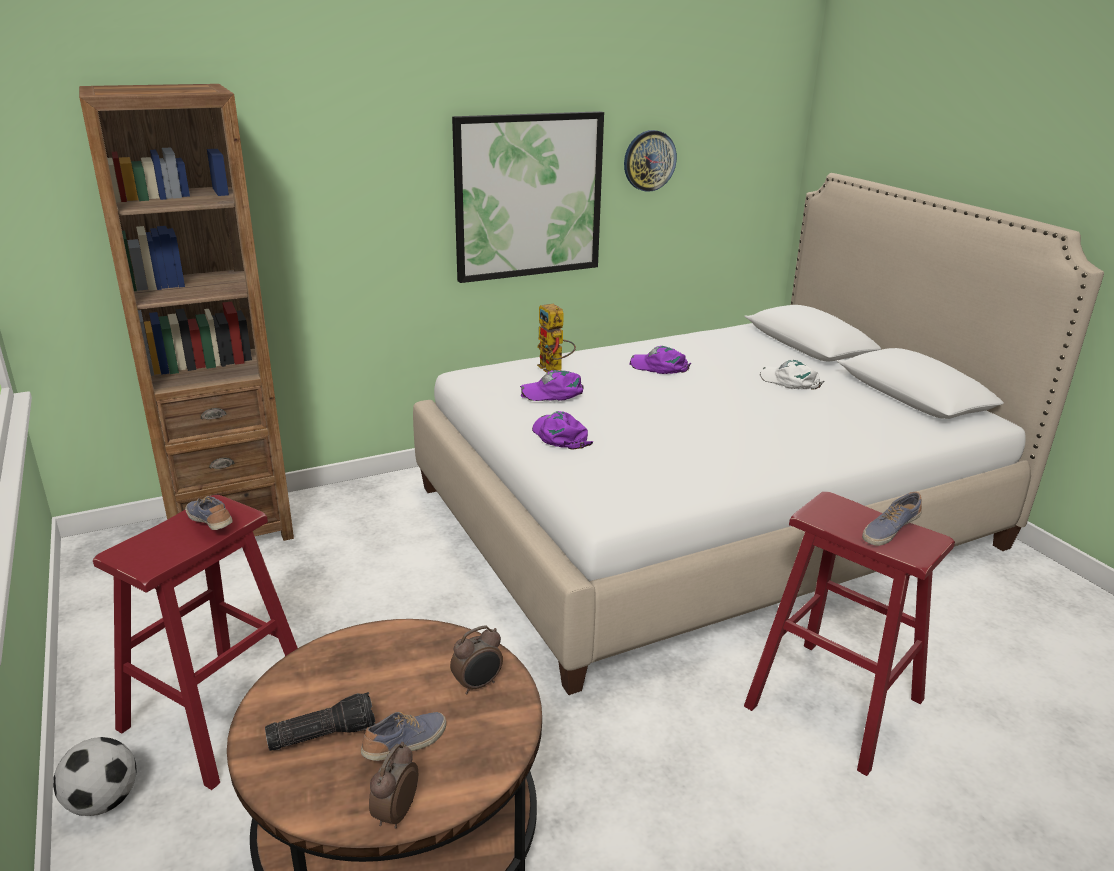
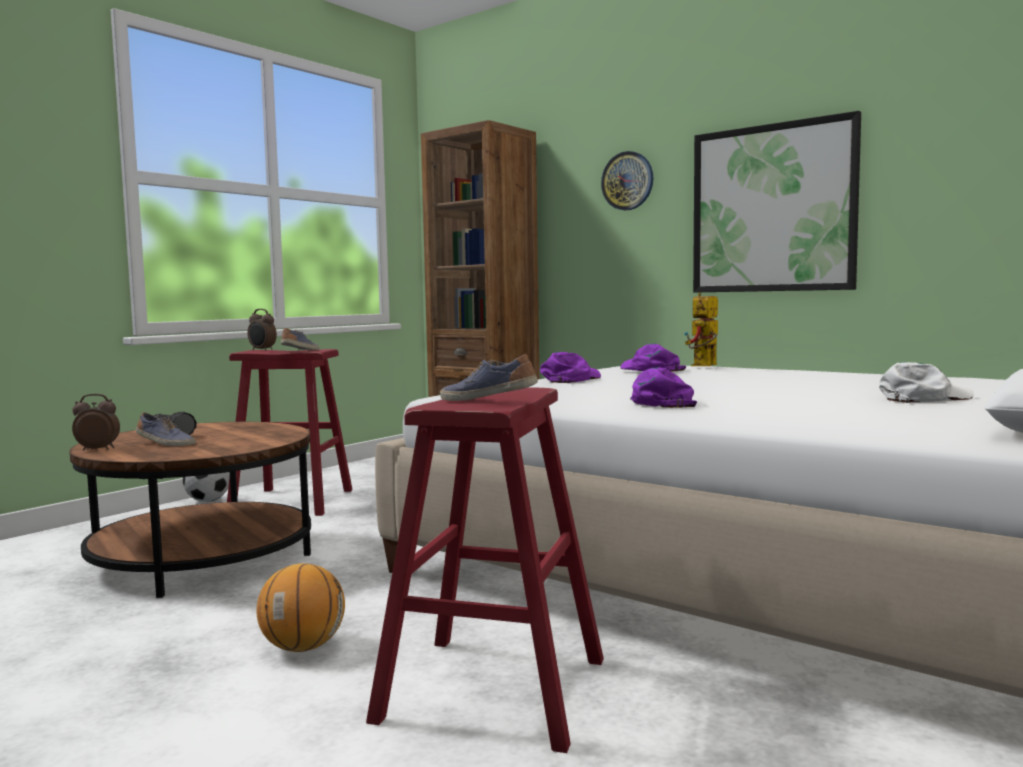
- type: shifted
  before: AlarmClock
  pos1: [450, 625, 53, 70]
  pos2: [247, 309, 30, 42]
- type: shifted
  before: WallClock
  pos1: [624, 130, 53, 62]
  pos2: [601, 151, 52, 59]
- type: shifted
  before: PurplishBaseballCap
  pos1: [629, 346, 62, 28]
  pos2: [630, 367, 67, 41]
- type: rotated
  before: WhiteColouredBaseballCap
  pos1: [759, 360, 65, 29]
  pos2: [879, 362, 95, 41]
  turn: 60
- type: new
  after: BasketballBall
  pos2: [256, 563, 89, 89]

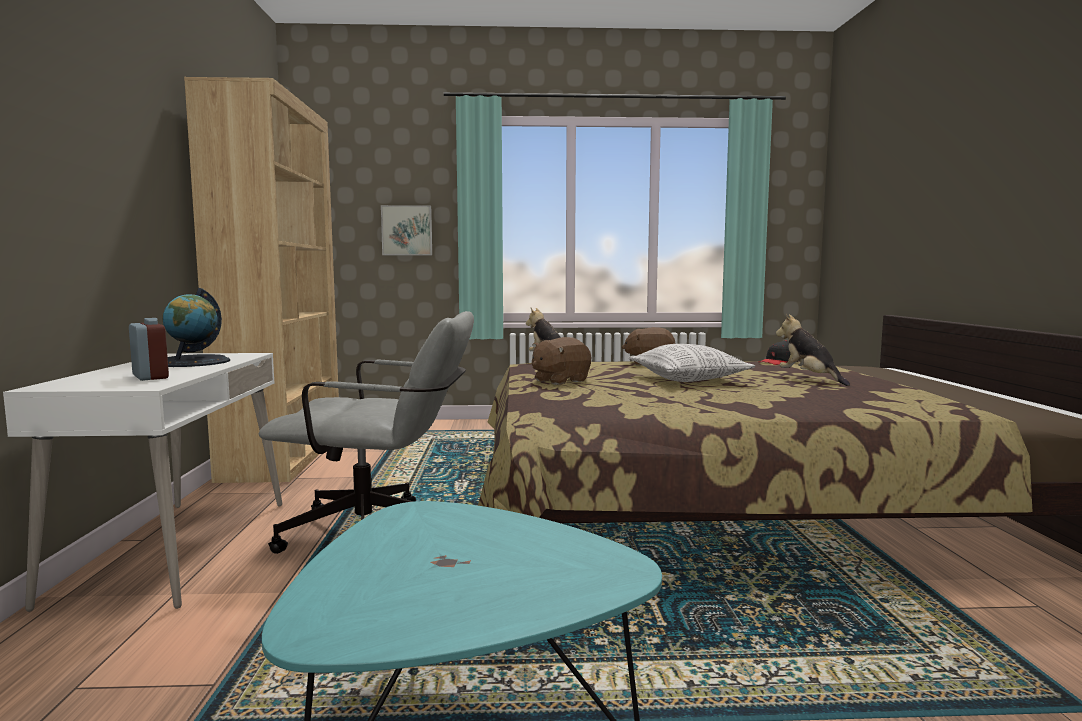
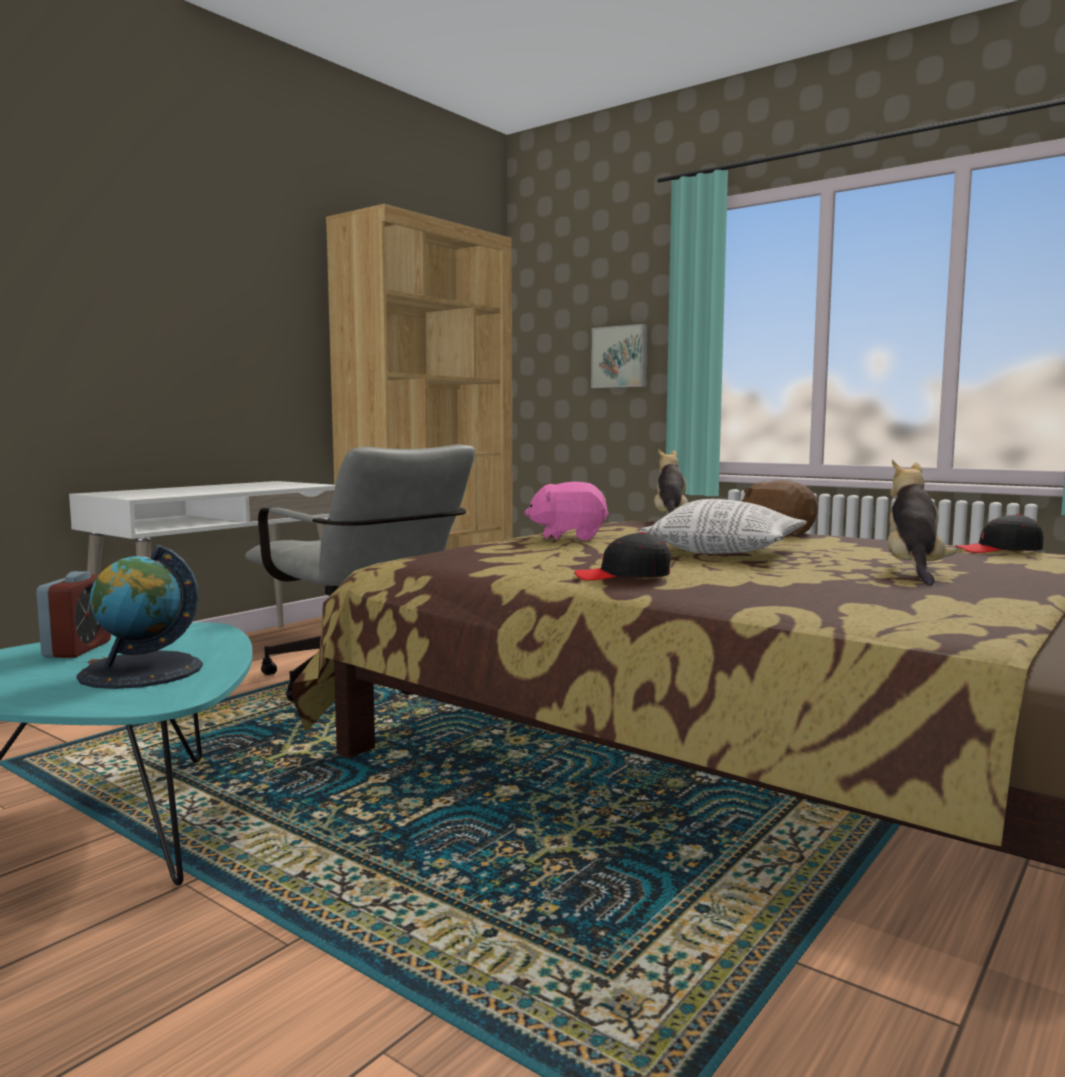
- type: shifted
  before: AlarmClock
  pos1: [129, 318, 40, 63]
  pos2: [36, 571, 75, 87]
- type: shifted
  before: Globe
  pos1: [163, 288, 67, 79]
  pos2: [77, 545, 126, 144]
- type: repainted
  before: BrownPlushToy
  after: PinkPlushToy
  pos1: [532, 337, 59, 48]
  pos2: [525, 482, 84, 59]
- type: new
  after: BlackColouredBaseballCap
  pos2: [574, 532, 97, 49]

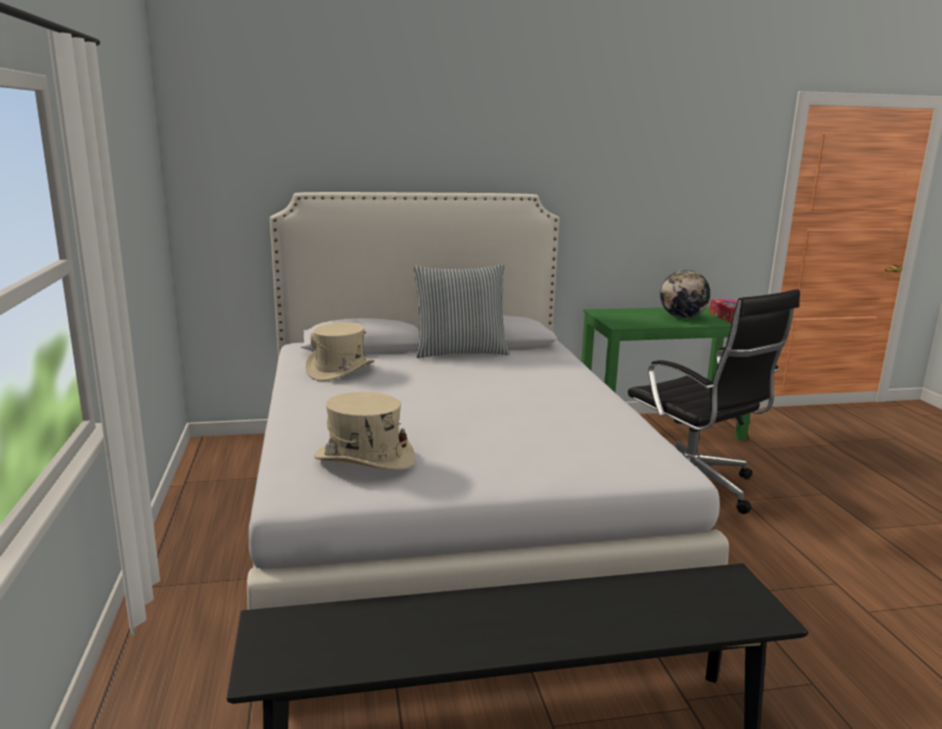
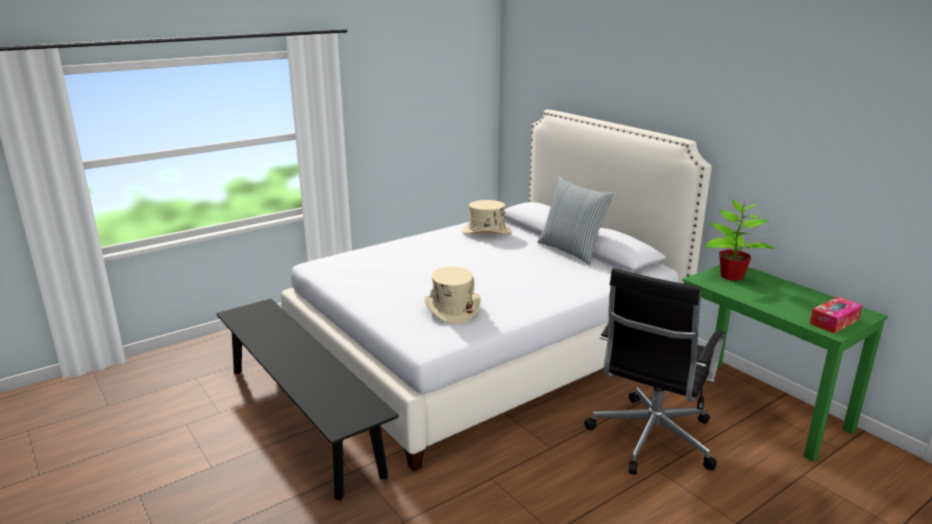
- type: shifted
  before: SandColouredHat
  pos1: [314, 392, 101, 78]
  pos2: [424, 266, 57, 58]
- type: gone
  before: Globe
  pos1: [660, 270, 50, 48]
- type: new
  after: PottedPlant
  pos2: [705, 200, 69, 81]

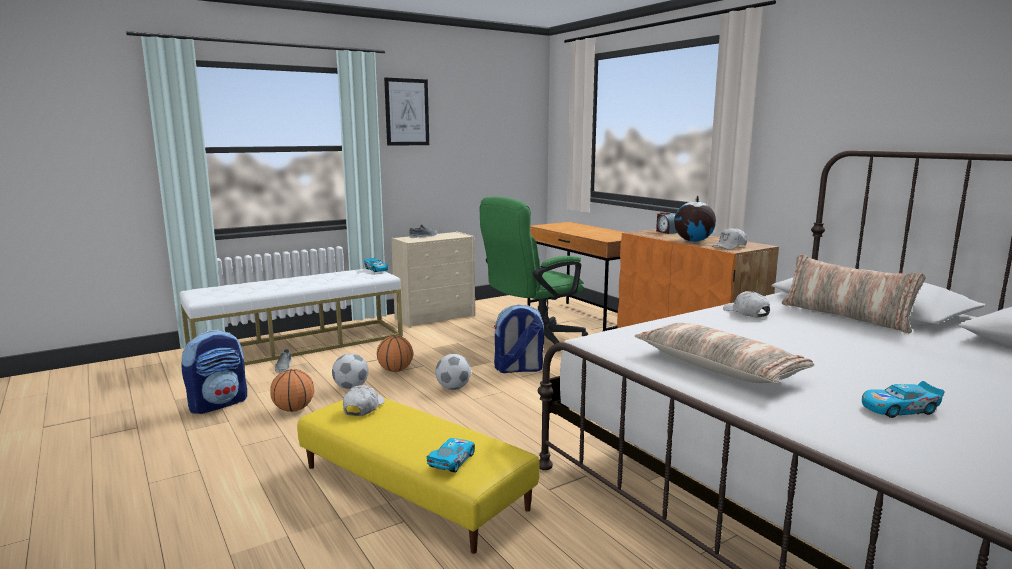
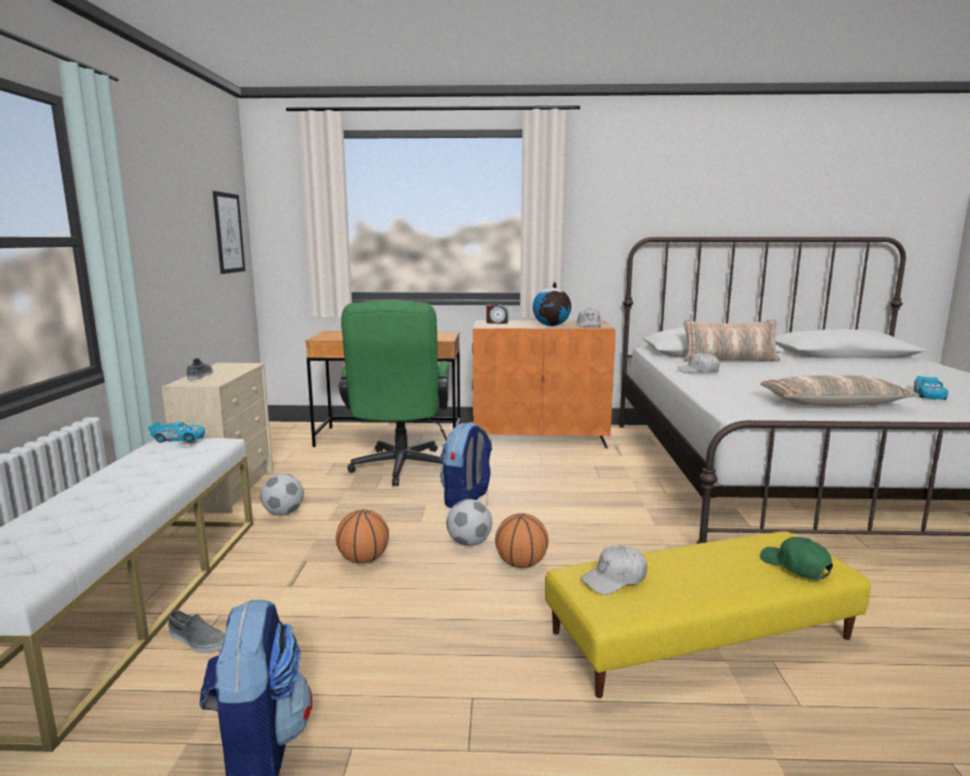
- type: shifted
  before: BasketballBall
  pos1: [270, 369, 44, 43]
  pos2: [495, 513, 54, 55]
- type: shifted
  before: BallForFootball
  pos1: [332, 353, 37, 36]
  pos2: [260, 474, 44, 42]
- type: rotated
  before: WhiteColouredBaseballCap
  pos1: [343, 385, 42, 31]
  pos2: [580, 545, 67, 50]
  turn: -75
- type: shifted
  before: Picture
  pos1: [384, 78, 45, 68]
  pos2: [213, 191, 32, 83]
- type: swapped
  before: ModelCar
  after: GreenishBaseballCap
  pos1: [426, 438, 49, 35]
  pos2: [760, 537, 73, 43]

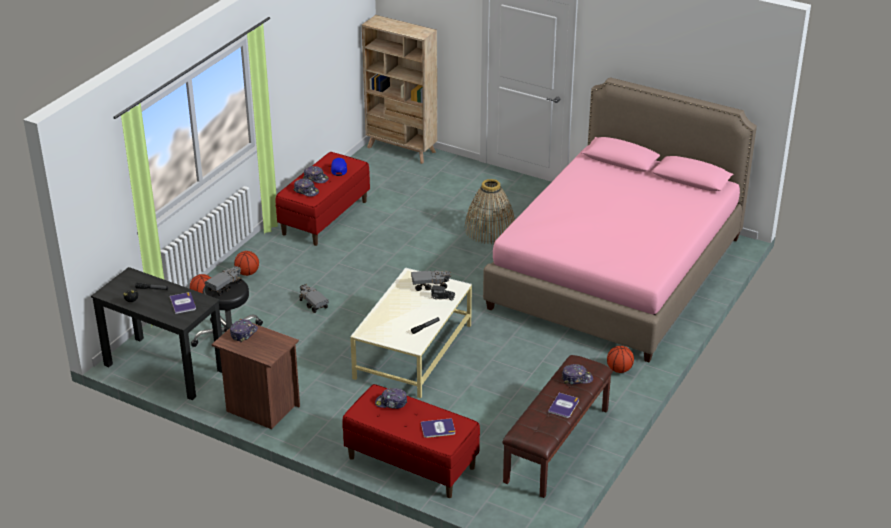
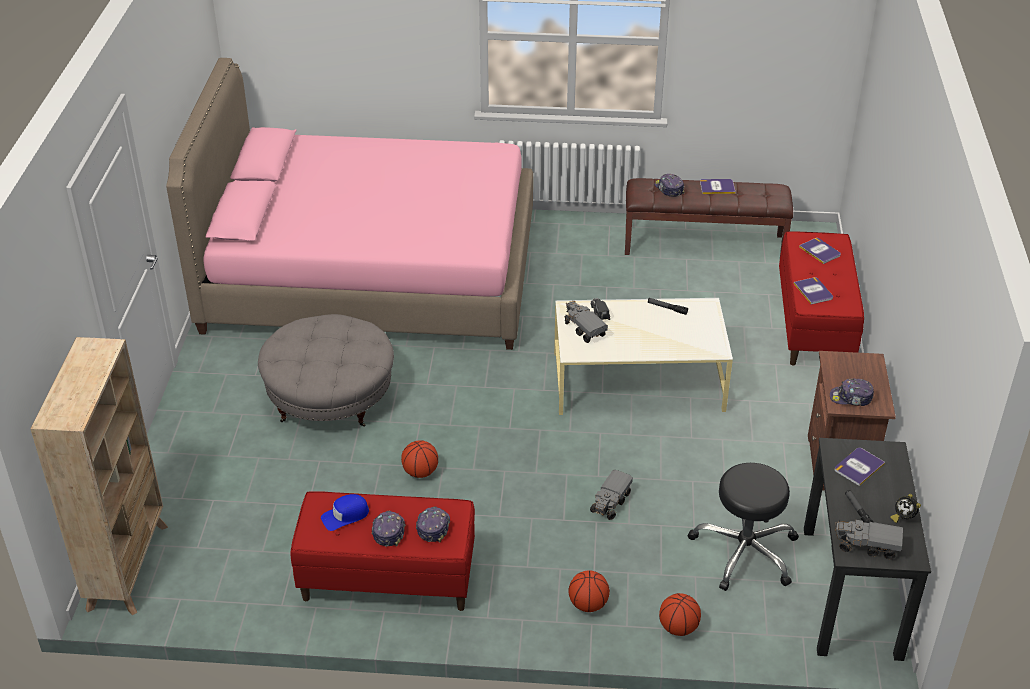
- type: shifted
  before: ToyTruck
  pos1: [205, 266, 37, 30]
  pos2: [835, 520, 68, 40]
- type: swapped
  before: BaseballCap
  after: Volume
  pos1: [375, 388, 32, 21]
  pos2: [794, 277, 39, 28]
- type: swapped
  before: StorageBasket
  after: GrayPouffe
  pos1: [465, 179, 50, 65]
  pos2: [258, 314, 136, 113]
- type: shifted
  before: BasketballBall
  pos1: [607, 346, 27, 27]
  pos2: [401, 440, 37, 38]

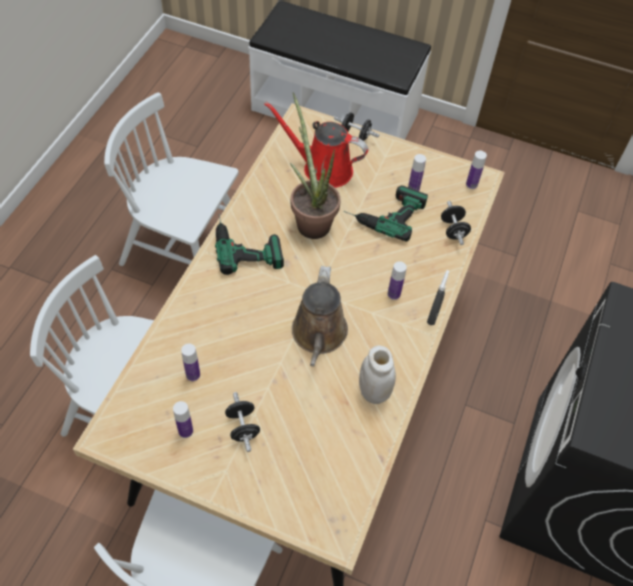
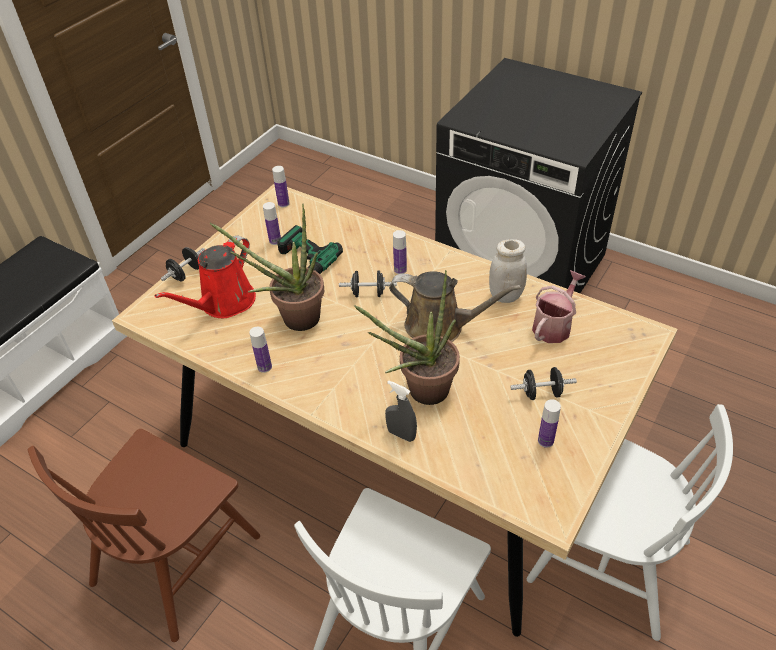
- type: repainted
  before: WhiteColouredPlainChair
  after: BrownPlainChair
  pos1: [104, 92, 135, 174]
  pos2: [28, 429, 232, 213]
- type: shifted
  before: DrinkBottle
  pos1: [181, 343, 19, 38]
  pos2: [249, 327, 23, 46]
- type: gone
  before: PowerDrill
  pos1: [215, 215, 69, 60]
- type: shifted
  before: GrayHandSprayer
  pos1: [427, 270, 22, 55]
  pos2: [385, 381, 32, 61]
- type: shifted
  before: BlackColouredFreeWeight
  pos1: [441, 201, 30, 44]
  pos2: [339, 270, 58, 27]
- type: new
  after: PottedPlant
  pos2: [354, 270, 106, 135]
- type: new
  after: WateringCan
  pos2: [532, 270, 54, 73]

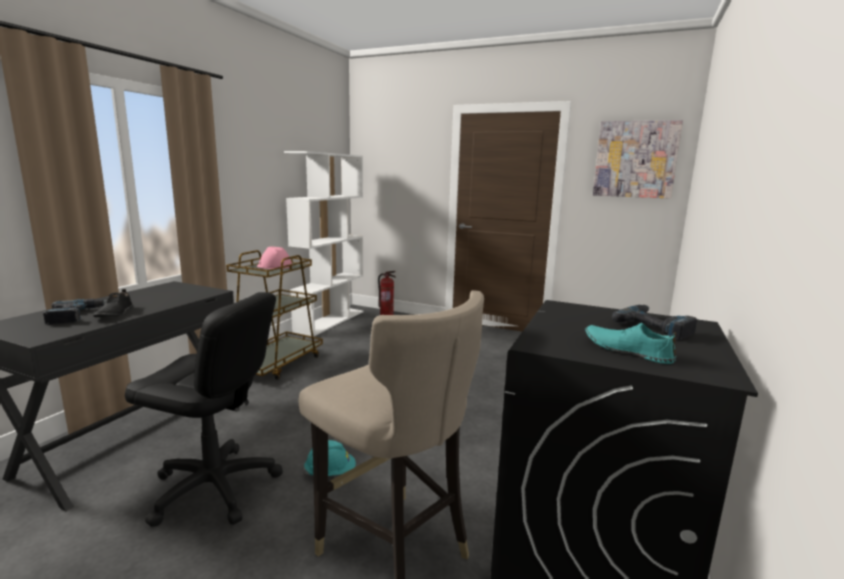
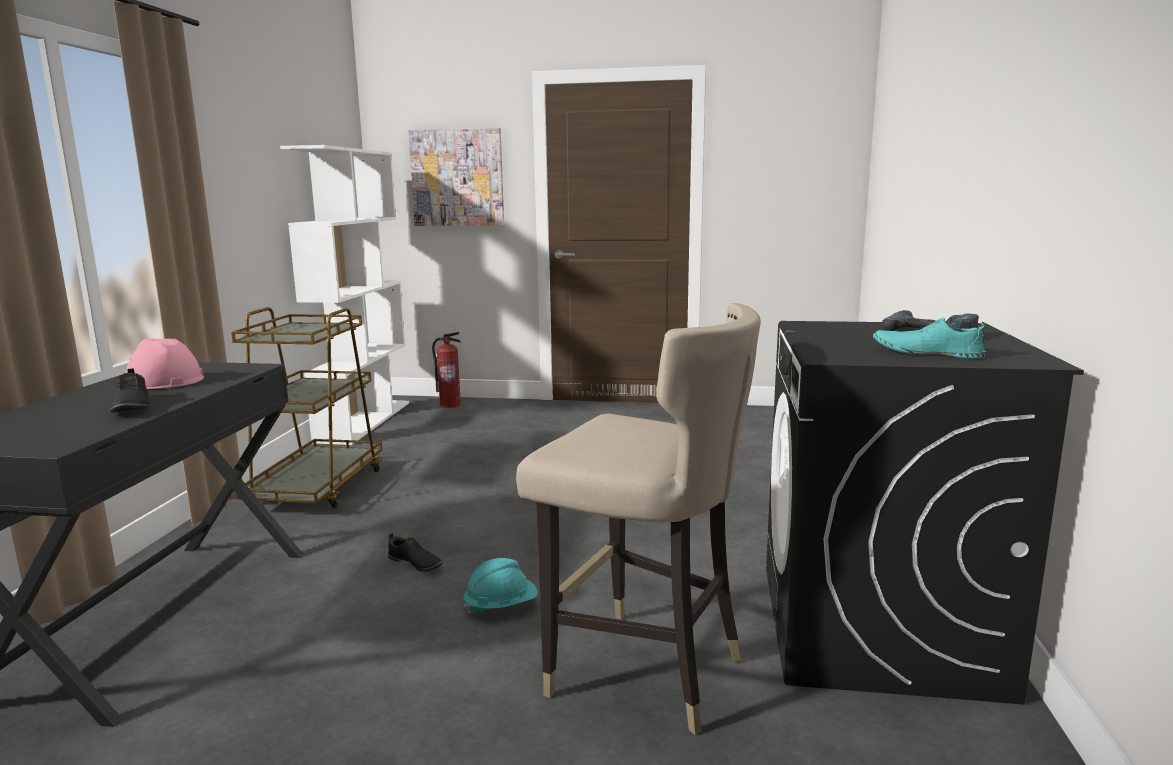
- type: gone
  before: PowerDrill
  pos1: [43, 299, 64, 26]
- type: gone
  before: BlackColouredComputerChair
  pos1: [125, 292, 158, 235]
- type: shifted
  before: PinkSafetyHelmet
  pos1: [257, 246, 35, 23]
  pos2: [123, 338, 81, 51]
- type: shifted
  before: Picture
  pos1: [593, 120, 90, 79]
  pos2: [408, 128, 96, 98]
- type: new
  after: BlackColouredLowShoe
  pos2: [388, 533, 55, 39]

